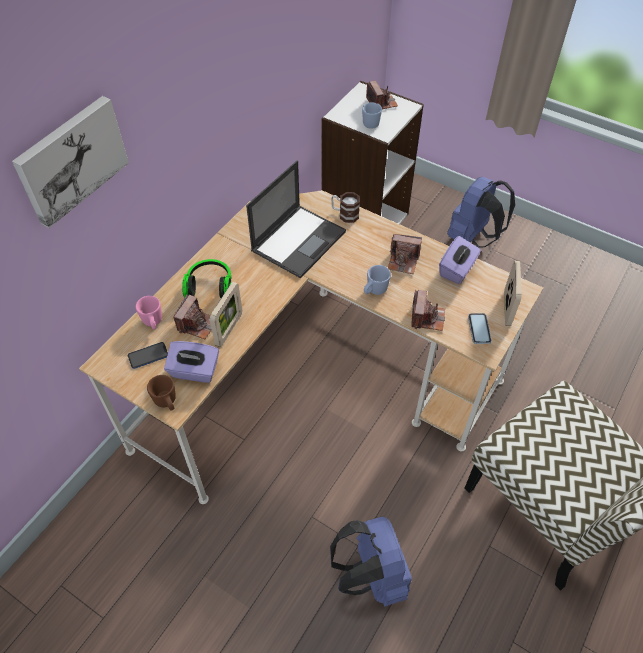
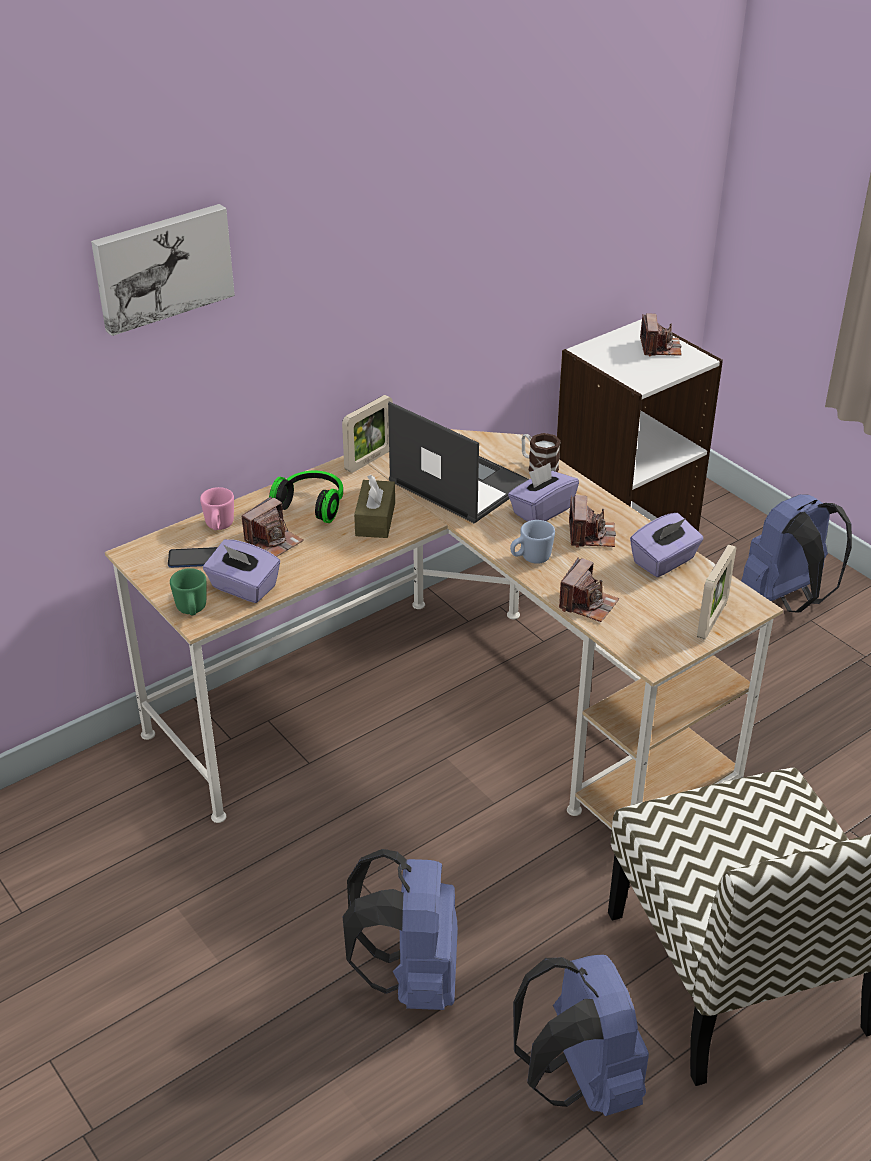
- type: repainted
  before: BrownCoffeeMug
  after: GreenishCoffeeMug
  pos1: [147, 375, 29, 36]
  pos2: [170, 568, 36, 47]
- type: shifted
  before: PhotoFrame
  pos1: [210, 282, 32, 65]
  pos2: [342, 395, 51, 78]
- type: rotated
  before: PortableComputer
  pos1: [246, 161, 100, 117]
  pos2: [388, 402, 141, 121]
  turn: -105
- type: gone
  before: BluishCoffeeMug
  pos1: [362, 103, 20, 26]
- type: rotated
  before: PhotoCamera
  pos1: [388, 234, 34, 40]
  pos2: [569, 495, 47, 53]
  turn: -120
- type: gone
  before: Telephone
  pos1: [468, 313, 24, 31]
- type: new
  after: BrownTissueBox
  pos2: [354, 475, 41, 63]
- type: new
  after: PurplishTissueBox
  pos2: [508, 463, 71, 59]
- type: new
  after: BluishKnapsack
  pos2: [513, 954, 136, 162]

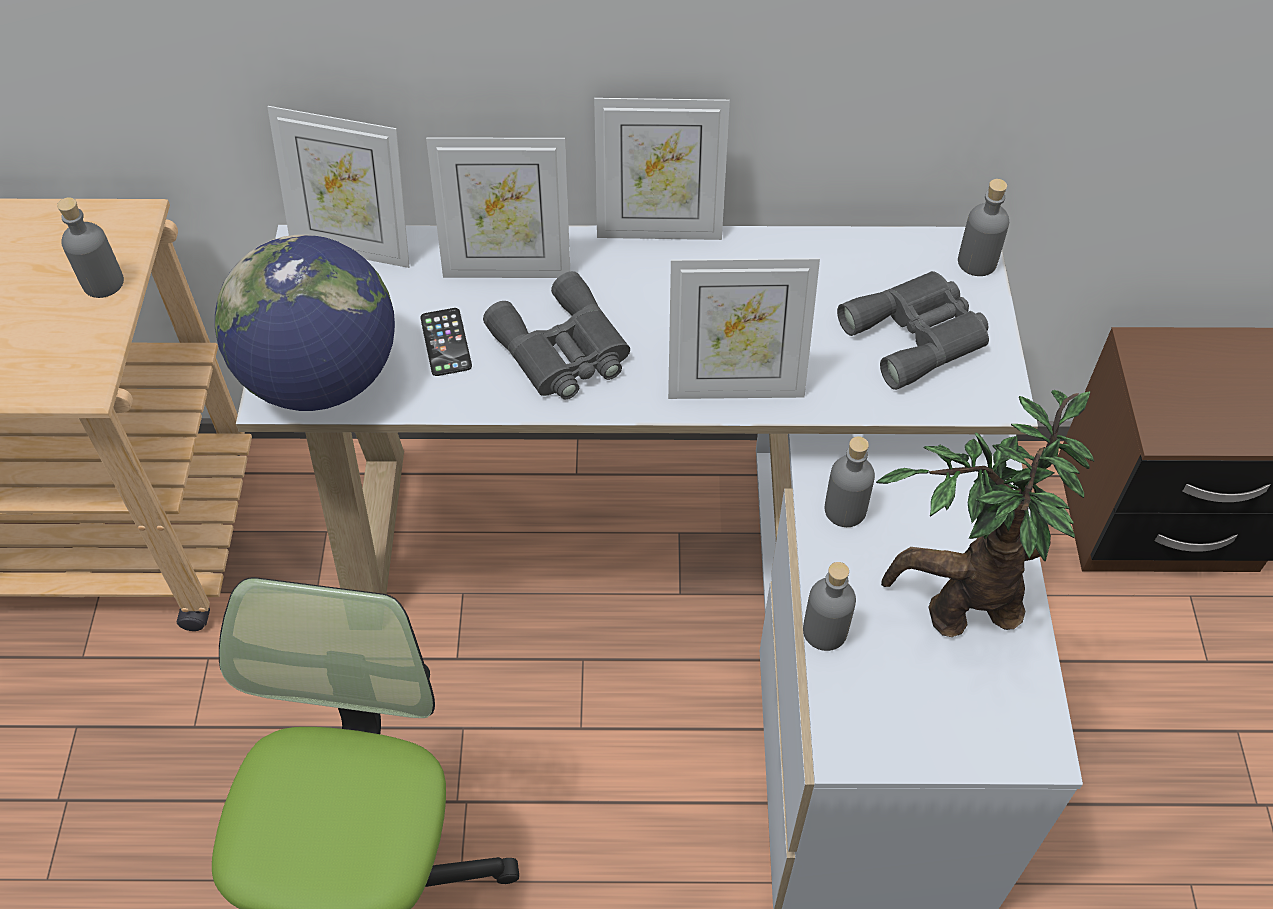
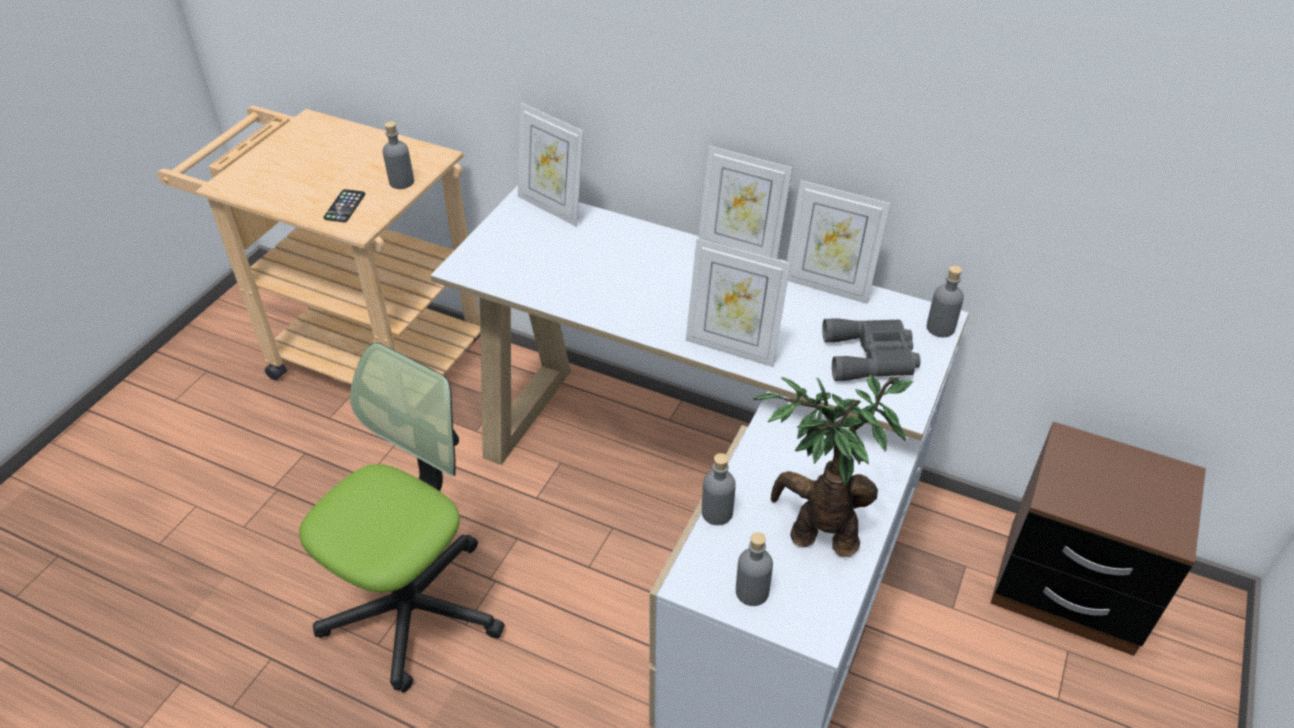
- type: gone
  before: Globe
  pos1: [215, 235, 180, 176]
- type: shifted
  before: Telephone
  pos1: [420, 308, 52, 68]
  pos2: [323, 189, 42, 33]
- type: shifted
  before: PhotoFrame
  pos1: [426, 137, 144, 141]
  pos2: [787, 180, 103, 124]
- type: gone
  before: GrayPairOfBinoculars
  pos1: [483, 271, 147, 128]
- type: shifted
  before: GrayDrinkBottle
  pos1: [825, 436, 50, 91]
  pos2: [736, 532, 37, 74]

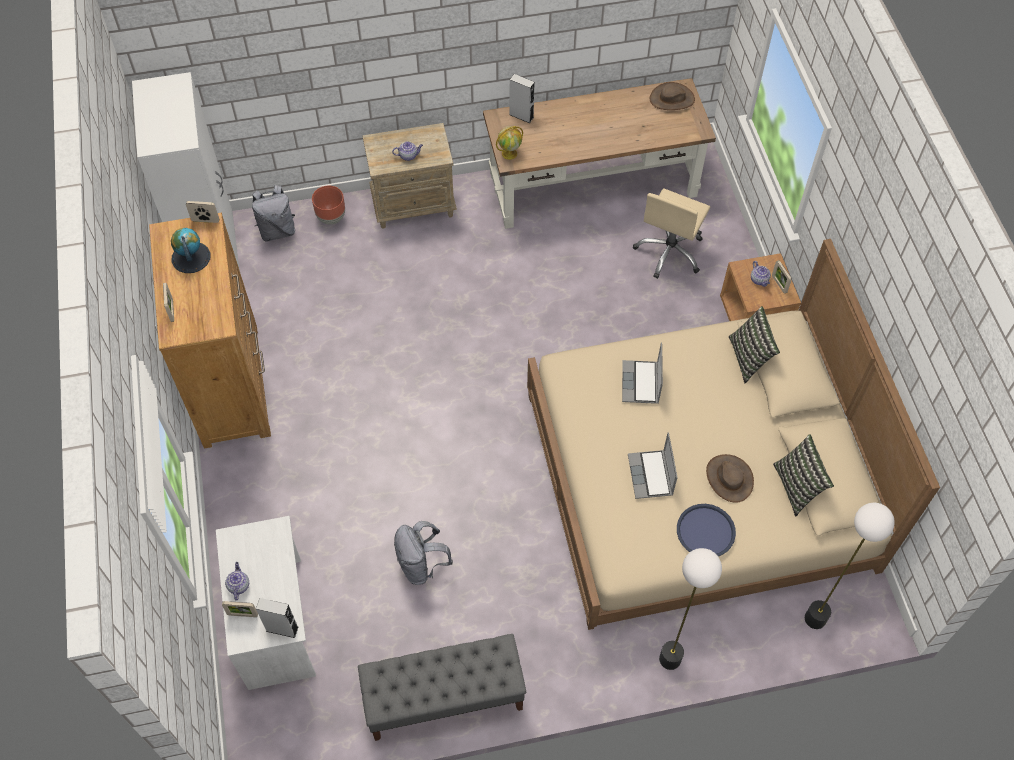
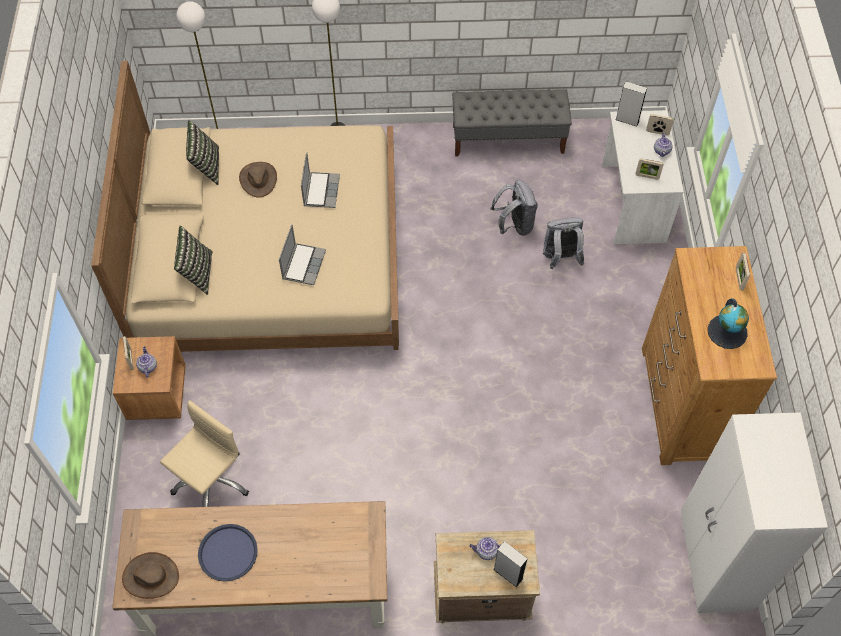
- type: shifted
  before: PhotoFrame
  pos1: [186, 201, 33, 22]
  pos2: [636, 158, 28, 22]
- type: shifted
  before: GrayKnapsack
  pos1: [252, 185, 43, 57]
  pos2: [543, 217, 41, 52]
- type: gone
  before: BrownFlowerPot
  pos1: [312, 186, 33, 39]
- type: gone
  before: Globe
  pos1: [496, 126, 27, 34]
- type: shifted
  before: GrayLoudspeaker
  pos1: [509, 74, 25, 49]
  pos2: [493, 541, 35, 47]
- type: shifted
  before: BluishCarryingTray
  pos1: [677, 504, 59, 52]
  pos2: [198, 524, 60, 58]

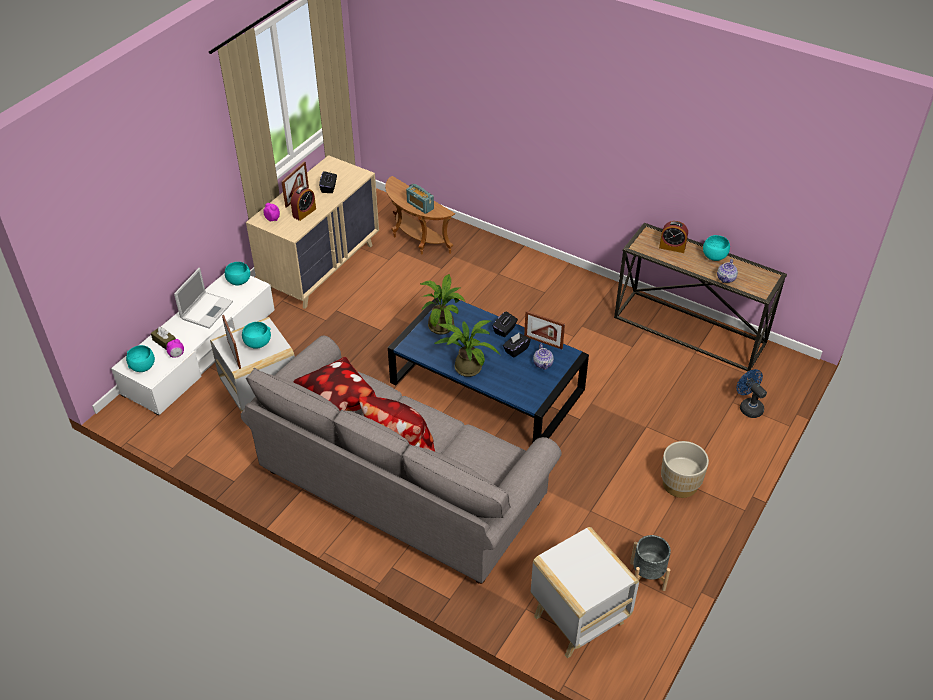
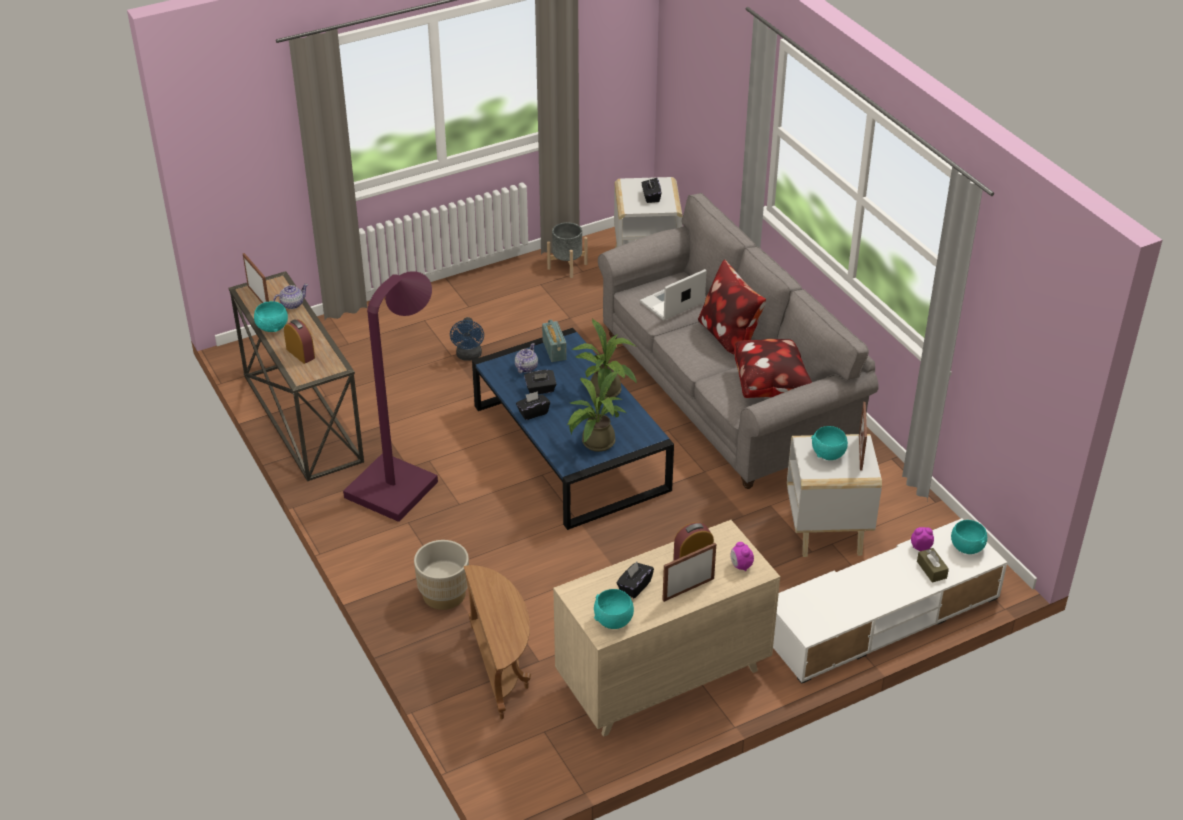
- type: shifted
  before: PortableComputer
  pos1: [174, 268, 59, 61]
  pos2: [640, 269, 66, 52]
- type: shifted
  before: TurquoiseDeepDish
  pos1: [225, 262, 25, 24]
  pos2: [594, 589, 40, 40]
- type: shifted
  before: RadioSet
  pos1: [406, 184, 28, 30]
  pos2: [542, 320, 25, 42]
- type: shifted
  before: PhotoFrame
  pos1: [524, 311, 41, 38]
  pos2: [243, 253, 26, 50]
- type: shifted
  before: SandColouredFlowerPot
  pos1: [661, 441, 48, 57]
  pos2: [414, 540, 55, 70]
- type: shifted
  before: BluishCoolingFan
  pos1: [736, 369, 31, 49]
  pos2: [450, 317, 34, 44]
- type: new
  after: PurplishFloorLamp
  pos2: [343, 271, 95, 251]
- type: new
  after: BlackColouredTissueBox
  pos2: [642, 177, 19, 26]

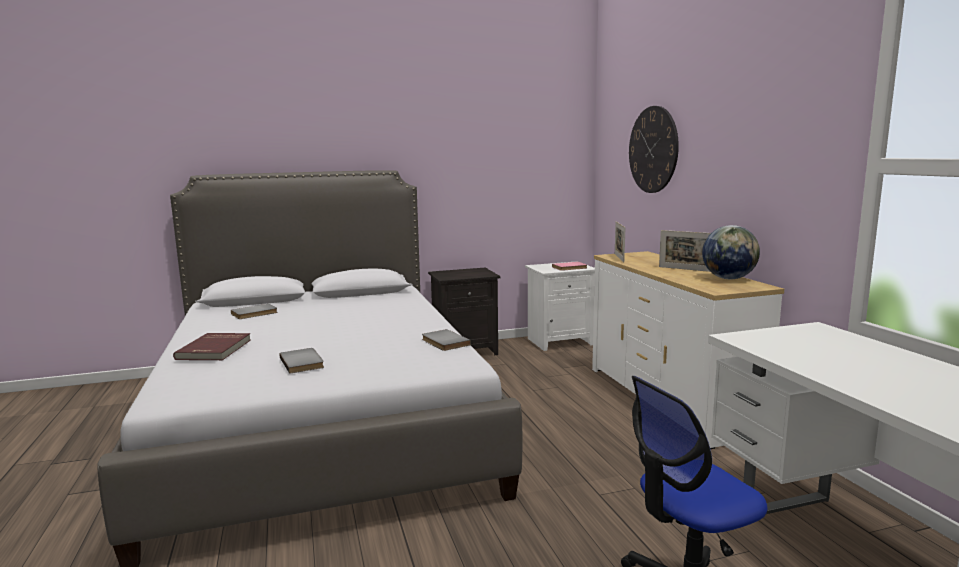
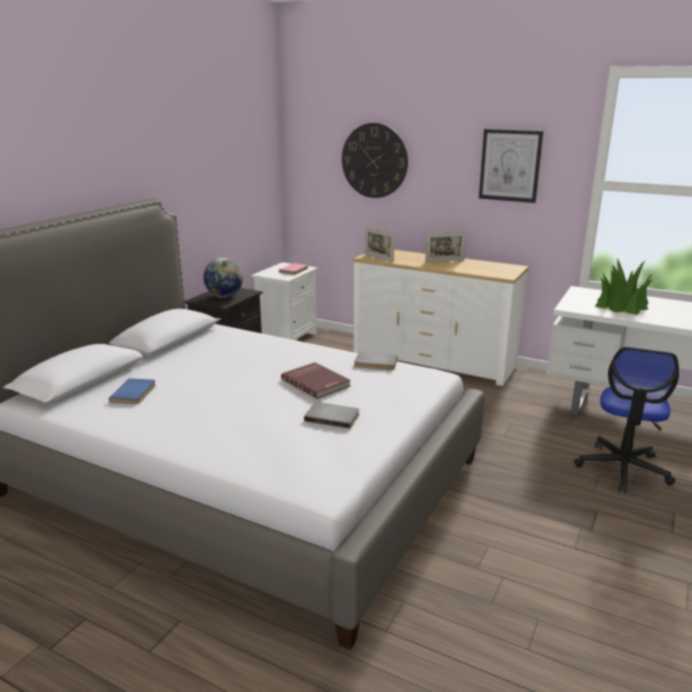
- type: shifted
  before: RedVolume
  pos1: [173, 333, 78, 27]
  pos2: [281, 362, 70, 37]
- type: repainted
  before: GrayVolume
  after: BluishVolume
  pos1: [231, 304, 47, 15]
  pos2: [109, 378, 47, 26]
- type: shifted
  before: Globe
  pos1: [702, 225, 58, 54]
  pos2: [203, 258, 40, 40]
- type: new
  after: Picture
  pos2: [479, 129, 64, 74]
- type: new
  after: PottedPlant
  pos2: [595, 258, 58, 57]

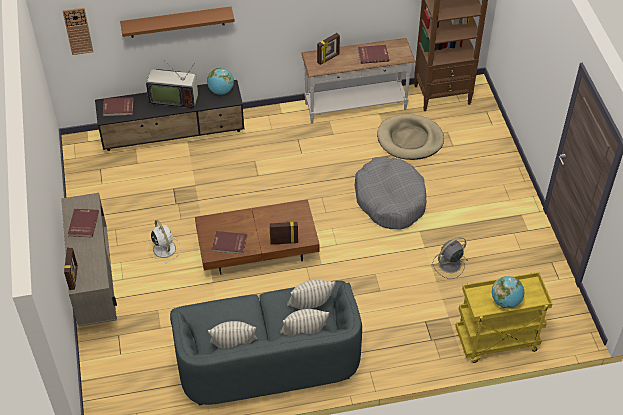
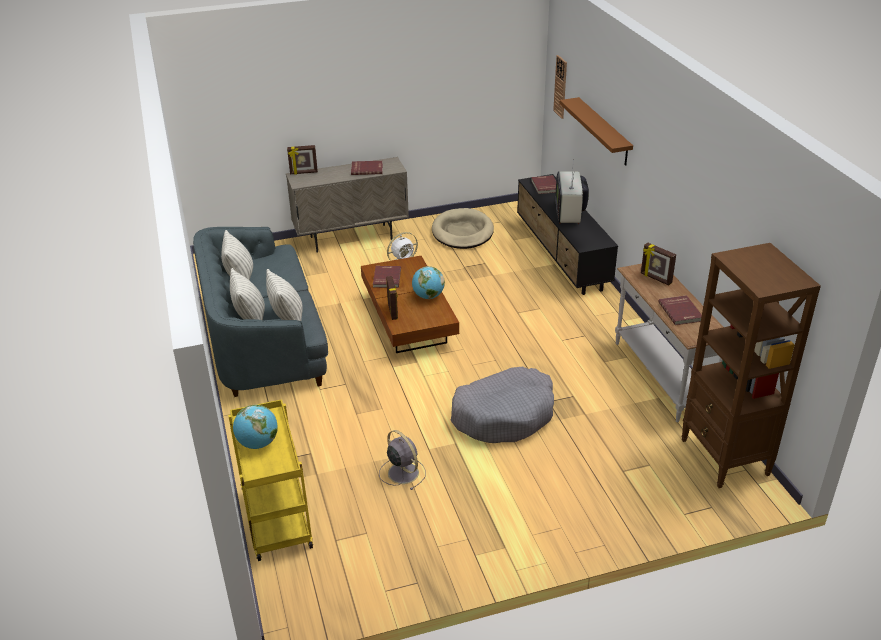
- type: shifted
  before: Globe
  pos1: [207, 68, 27, 27]
  pos2: [412, 266, 33, 33]
- type: shifted
  before: SandColouredDogBed
  pos1: [377, 114, 67, 46]
  pos2: [432, 208, 62, 41]

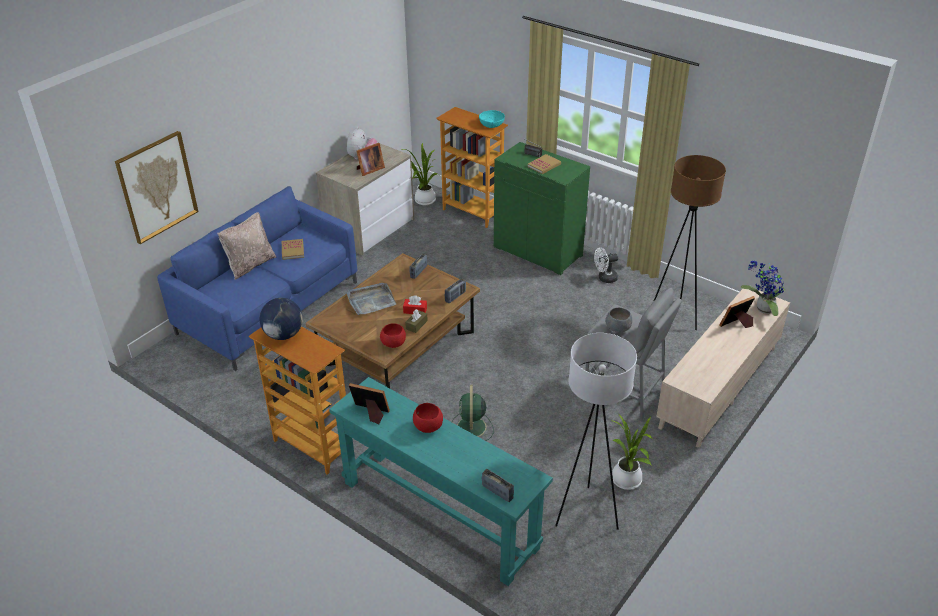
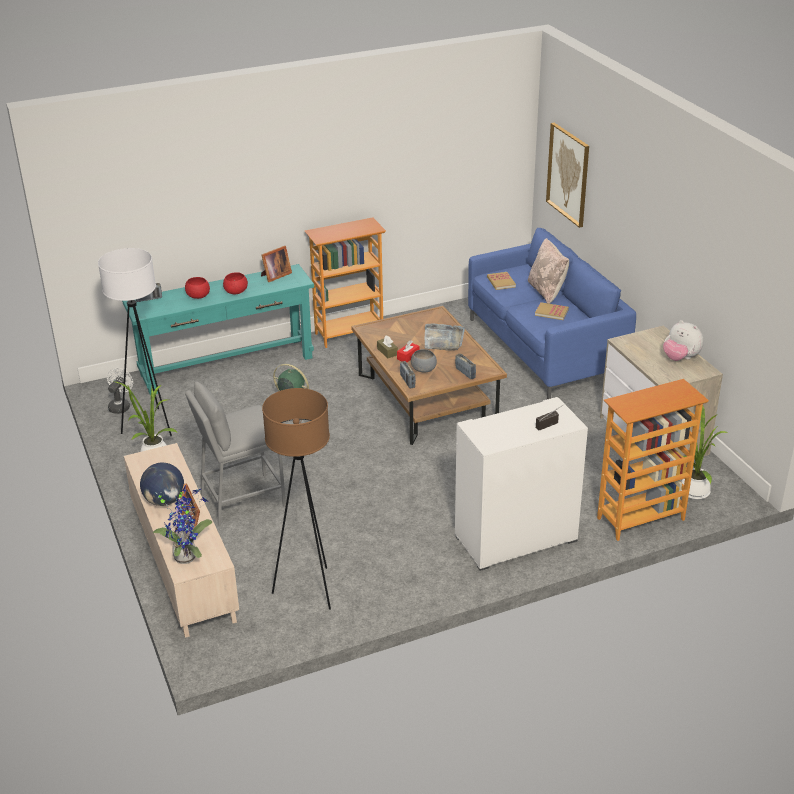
- type: shifted
  before: Globe
  pos1: [259, 298, 44, 42]
  pos2: [140, 463, 44, 43]
- type: gone
  before: PhotoFrame
  pos1: [356, 143, 29, 33]
- type: shifted
  before: RedDeepDish
  pos1: [380, 323, 26, 25]
  pos2: [185, 277, 25, 22]
- type: gone
  before: TurquoiseDeepDish
  pos1: [479, 110, 26, 18]
- type: repainted
  before: GreenishCupboard
  after: WhiteColouredCupboard
  pos1: [494, 142, 96, 133]
  pos2: [455, 397, 133, 174]
- type: shifted
  before: Volume
  pos1: [528, 154, 33, 20]
  pos2: [487, 272, 29, 18]
- type: shifted
  before: WhiteColouredCoolingFan
  pos1: [594, 247, 25, 36]
  pos2: [107, 368, 26, 46]
- type: shifted
  before: GrayDeepDish
  pos1: [605, 308, 27, 25]
  pos2: [411, 349, 26, 24]

